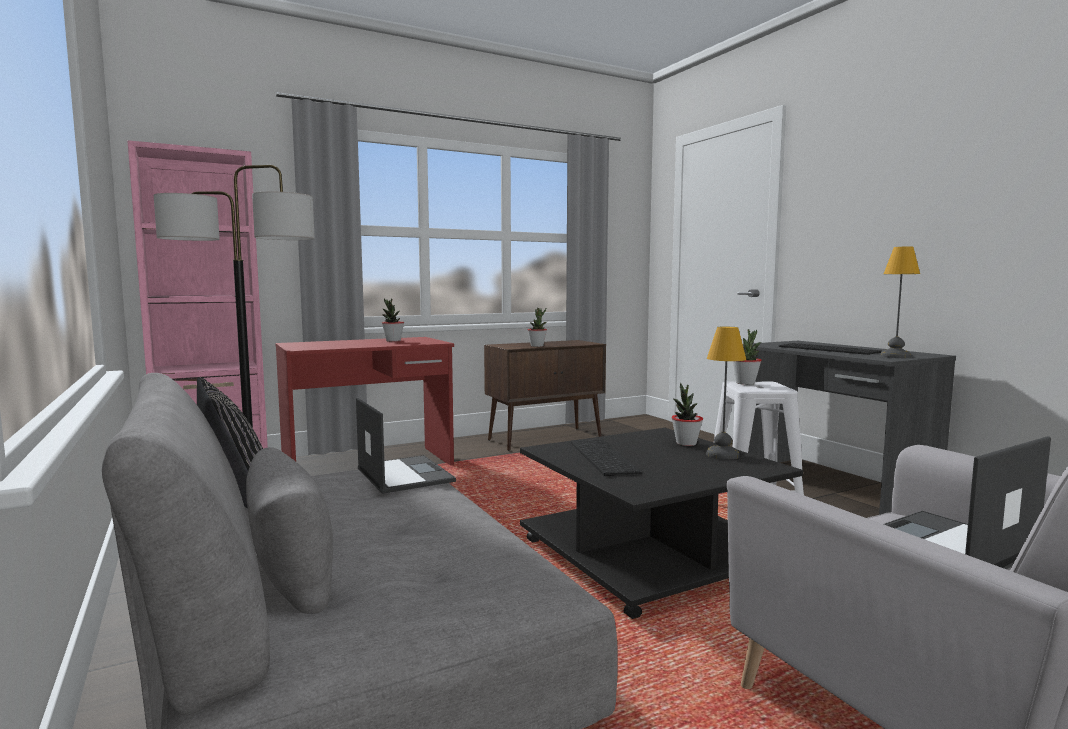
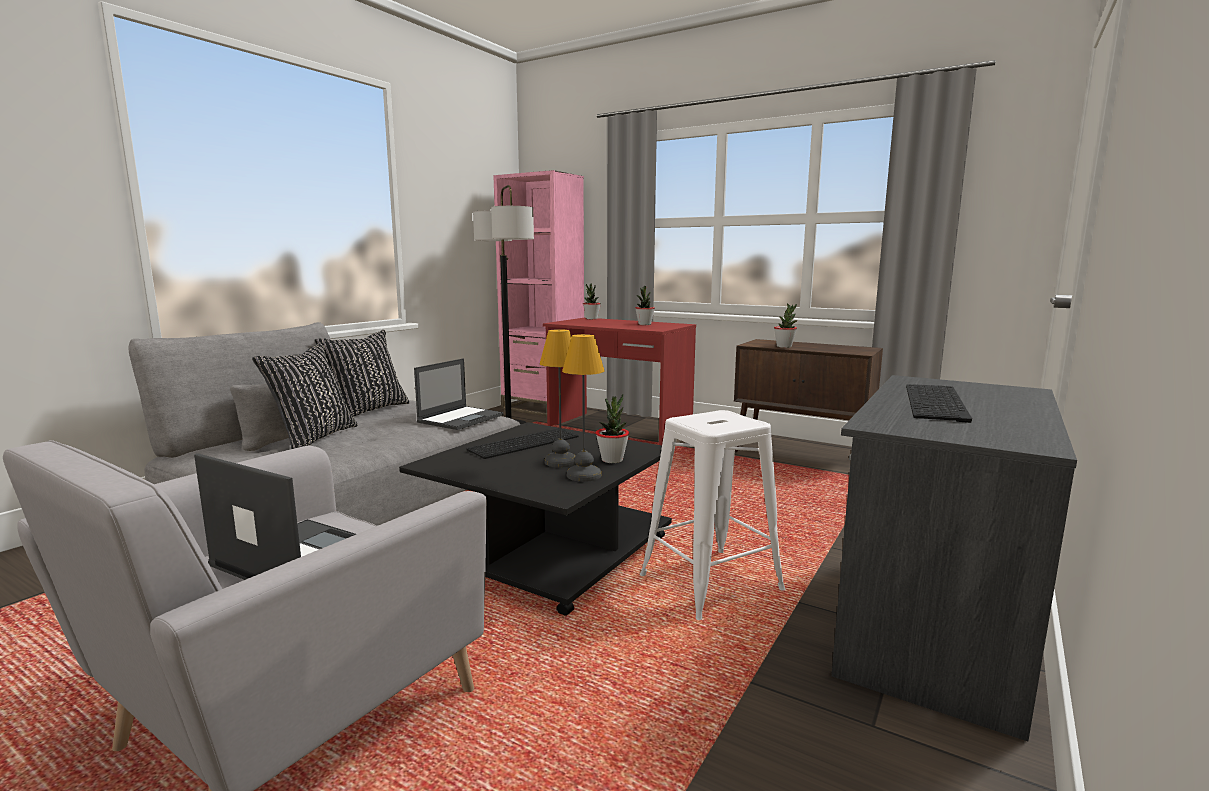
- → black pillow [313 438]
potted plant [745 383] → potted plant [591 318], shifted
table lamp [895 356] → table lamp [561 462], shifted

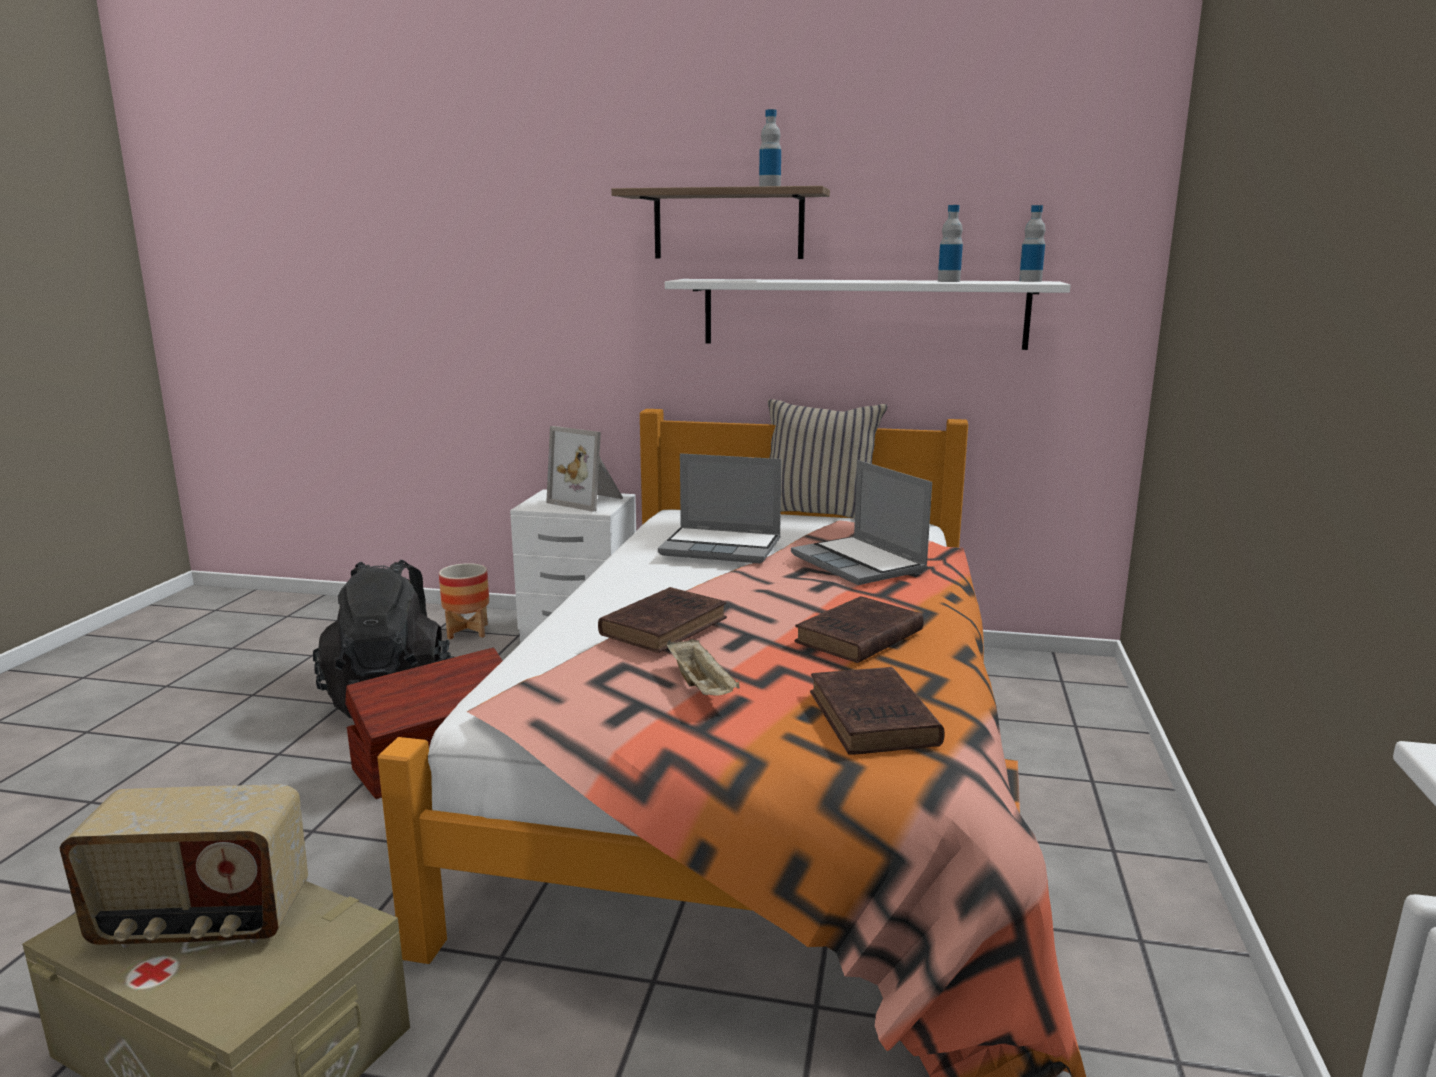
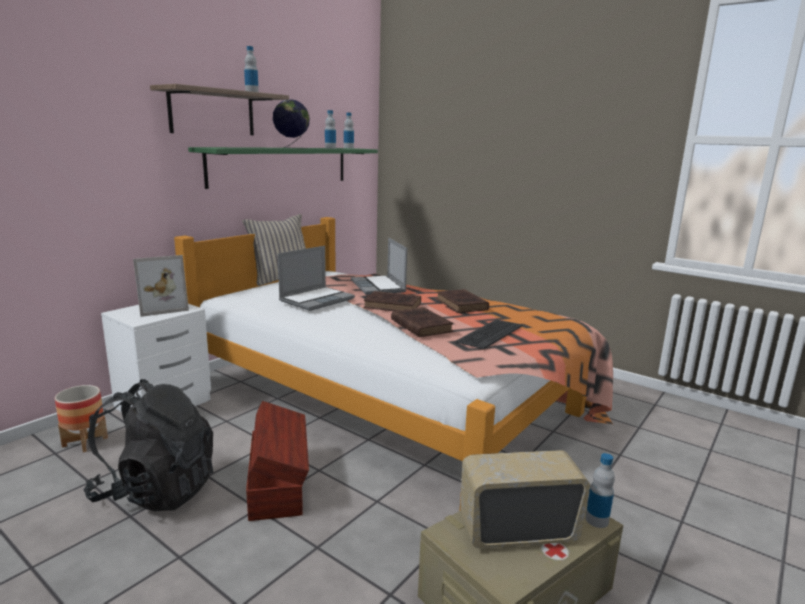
- → globe [292 148]
- → bottle [597 520]
brown book [874 720] → brown book [394 306], shifted
beige tray [702 688] → keyboard [489 334]
white shelf [862 313] → green shelf [281 166]
radio [202 923] → radio [517 531], 120 degrees counterclockwise
laptop [860 563] → laptop [379 287], 75 degrees clockwise

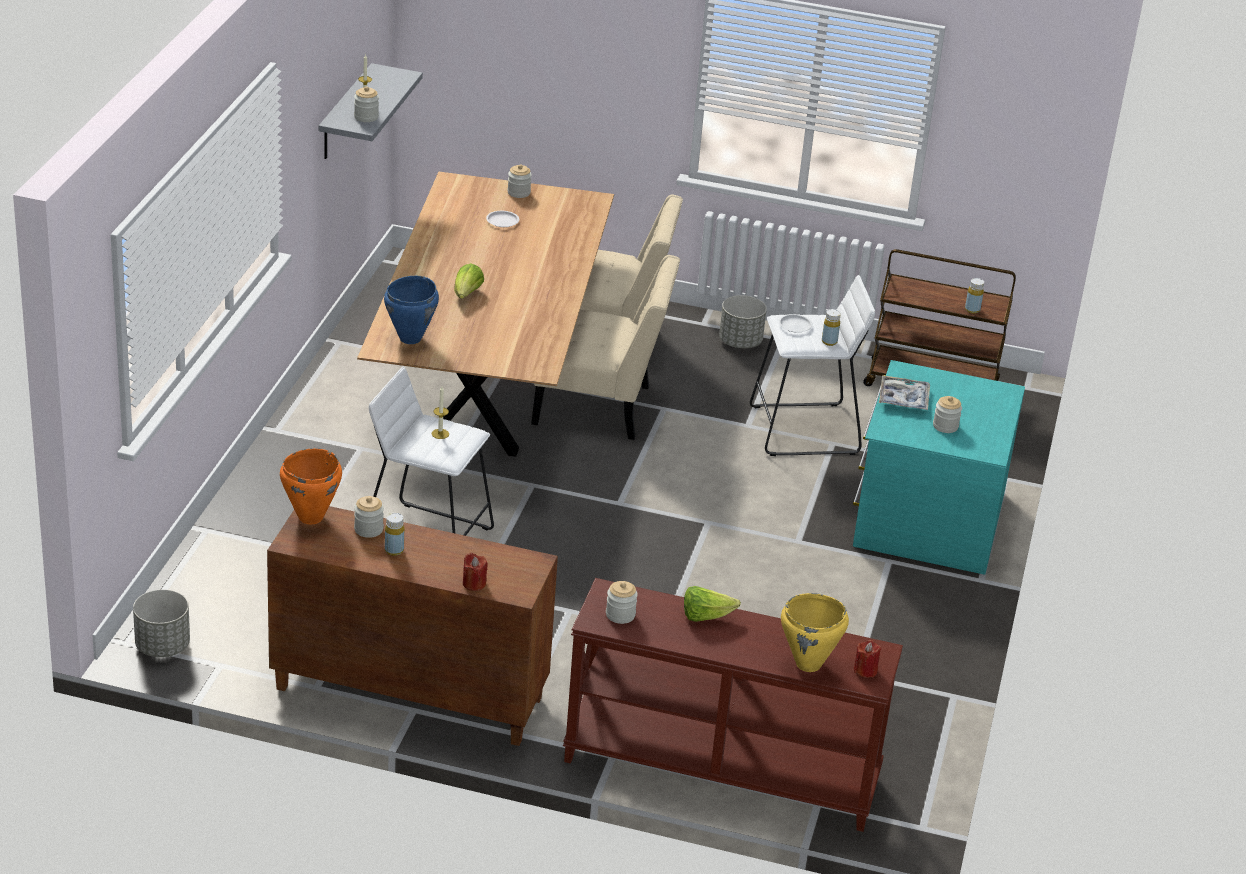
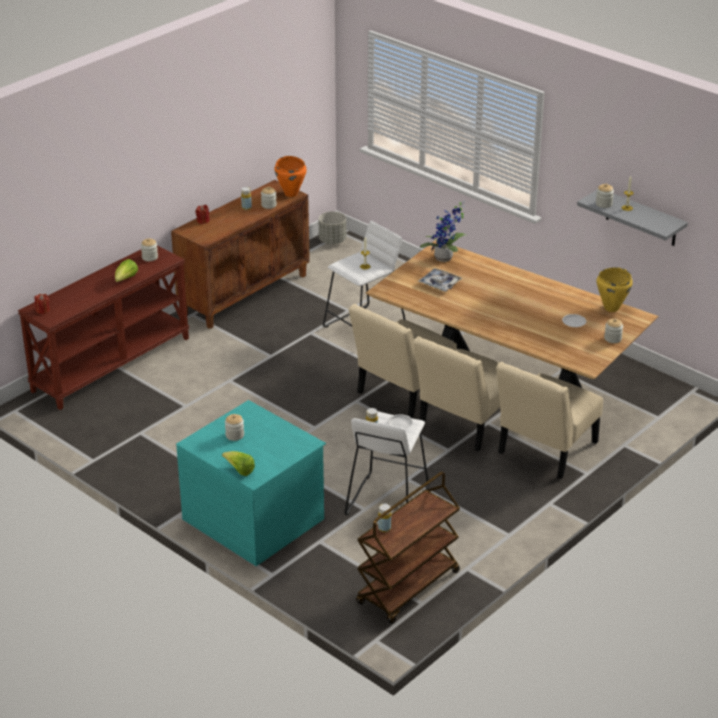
grey planter [740 342] → -
- → beige chair [401 392]
lettuce [467 294] → lettuce [239 470], shifted
yellow cooking pot [808 664] → yellow cooking pot [611 308], shifted
tray [903 399] → tray [439 284], shifted
blue cooking pot [411 338] → potted plant [445 259]

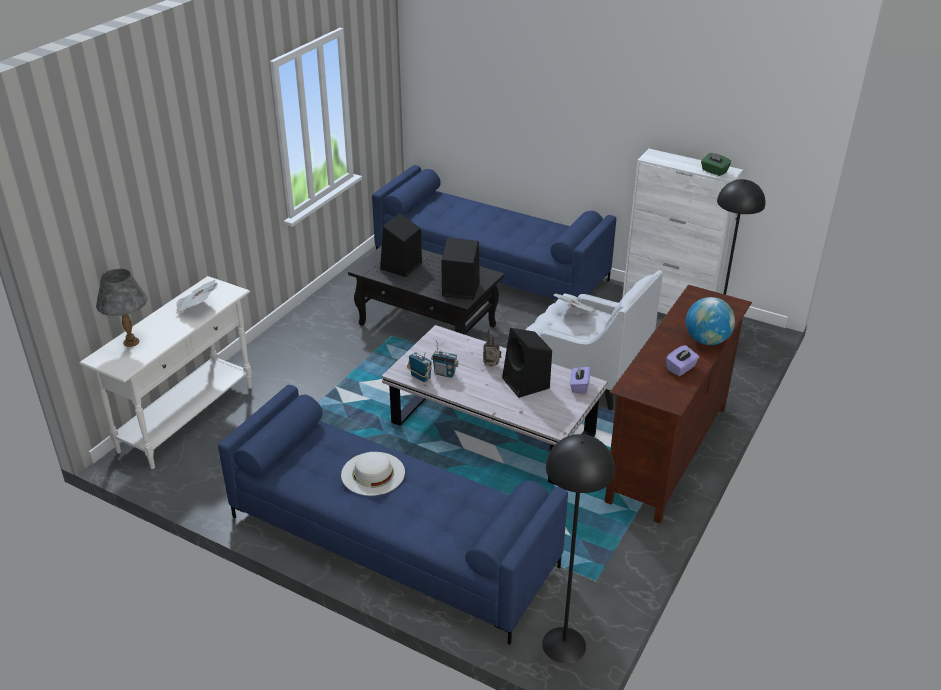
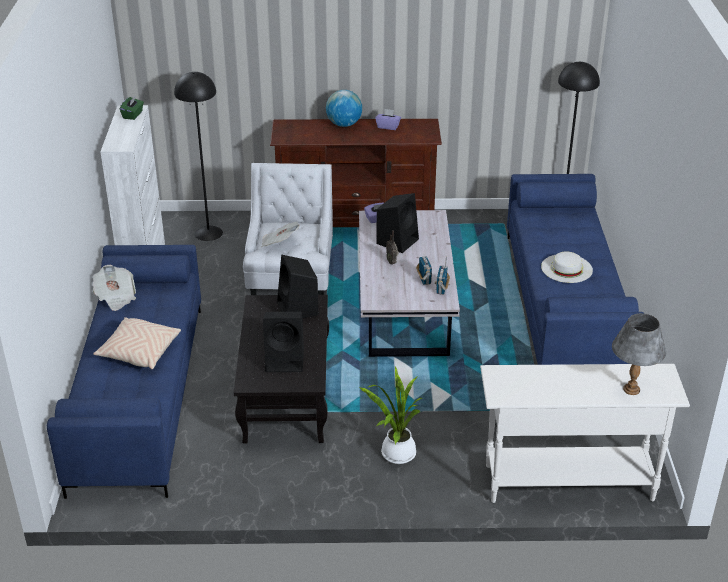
- → beige pillow [139 352]
- → potted plant [395 454]
newspaper [197 307] → newspaper [116 297], shifted

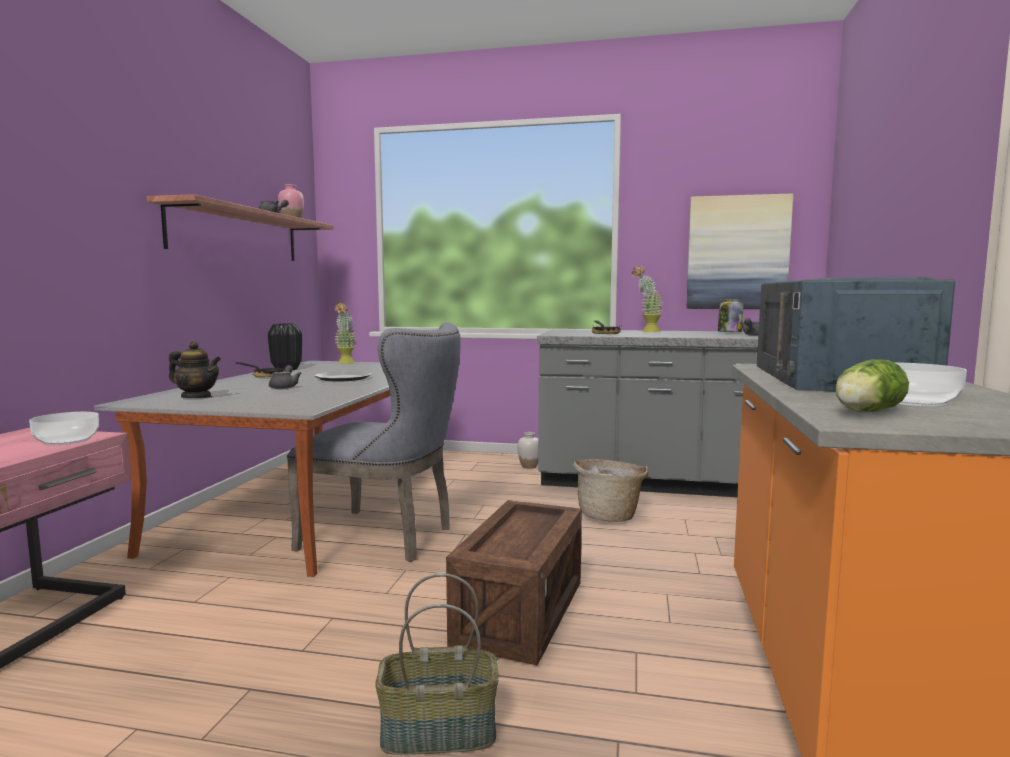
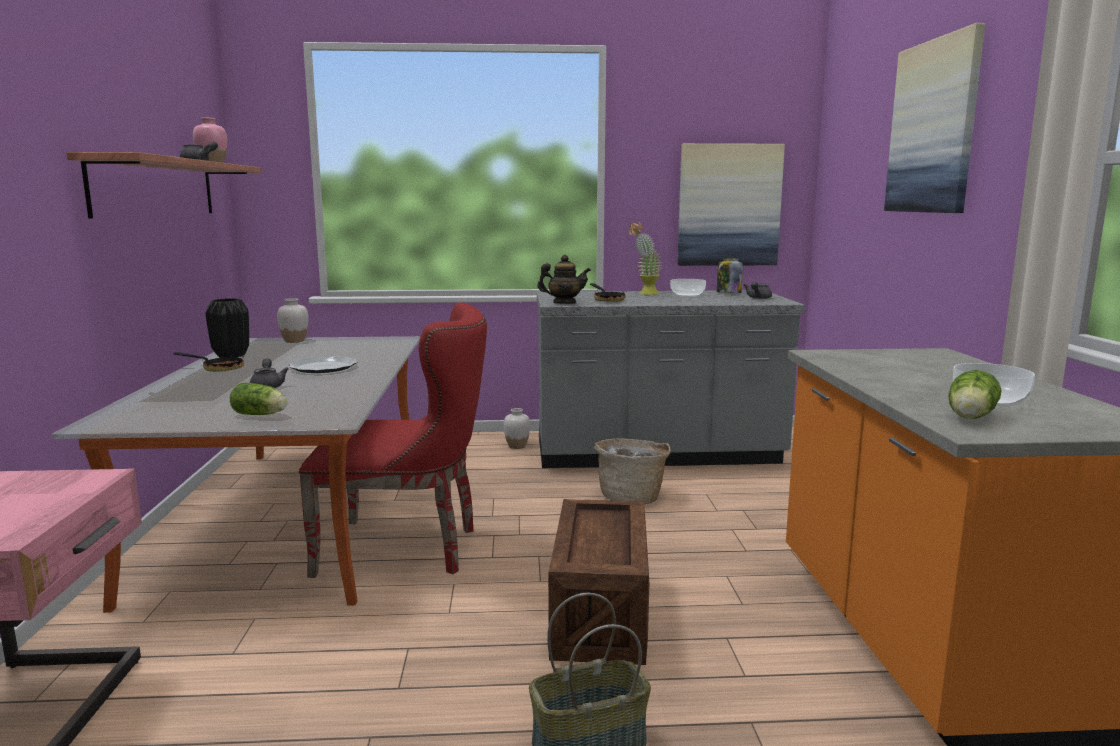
blue microwave [836 378] → -
- → lettuce [261 415]
- → picture [933 127]
bowl [67 440] → bowl [687 295], shifted
teapot [197 397] → teapot [564 303], shifted
potted plant [345 363] → white vase [294 341]
grey chair [387 537] → red chair [409 548]

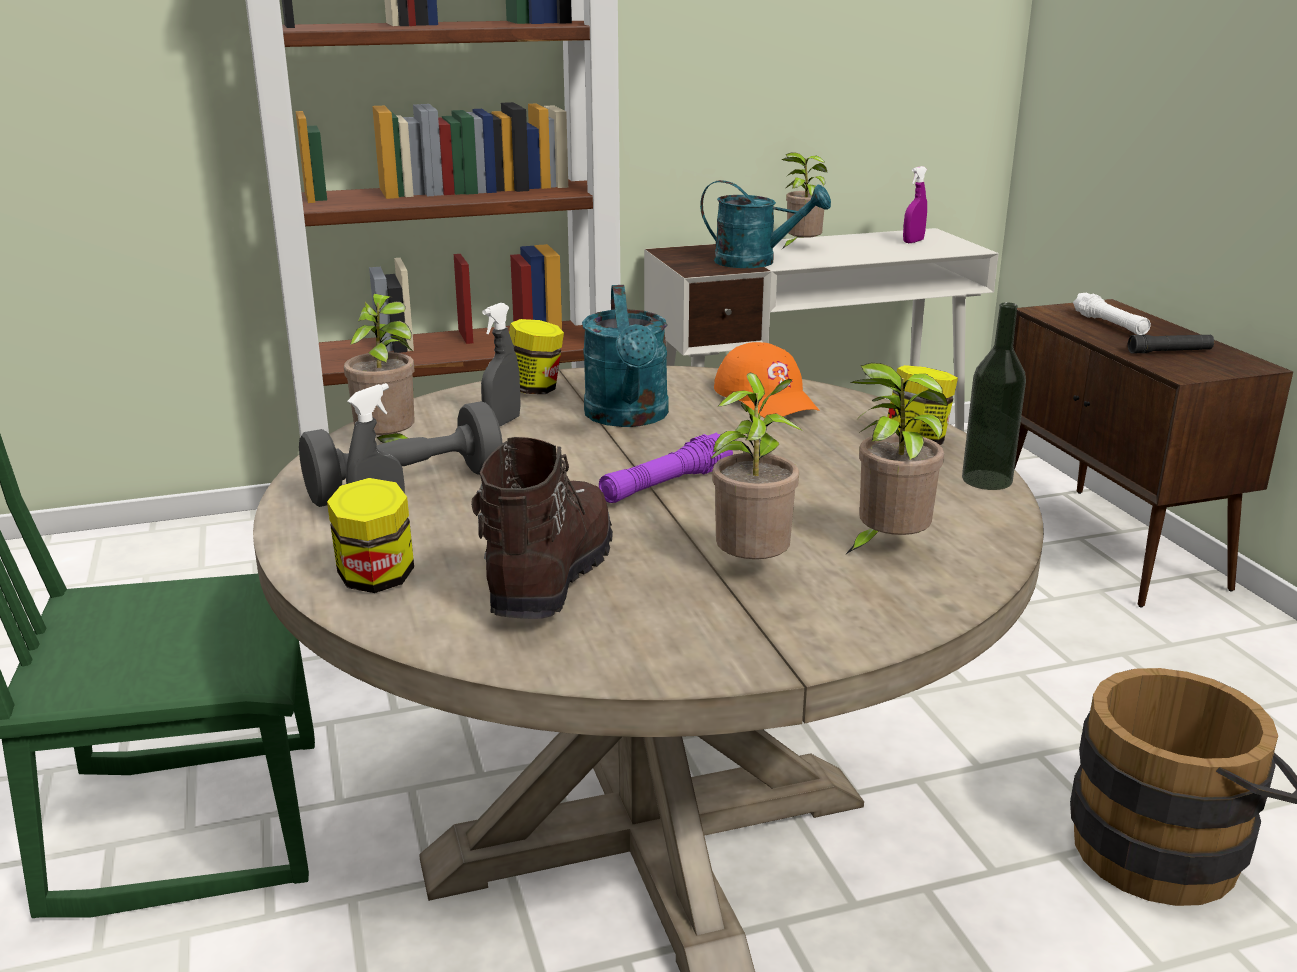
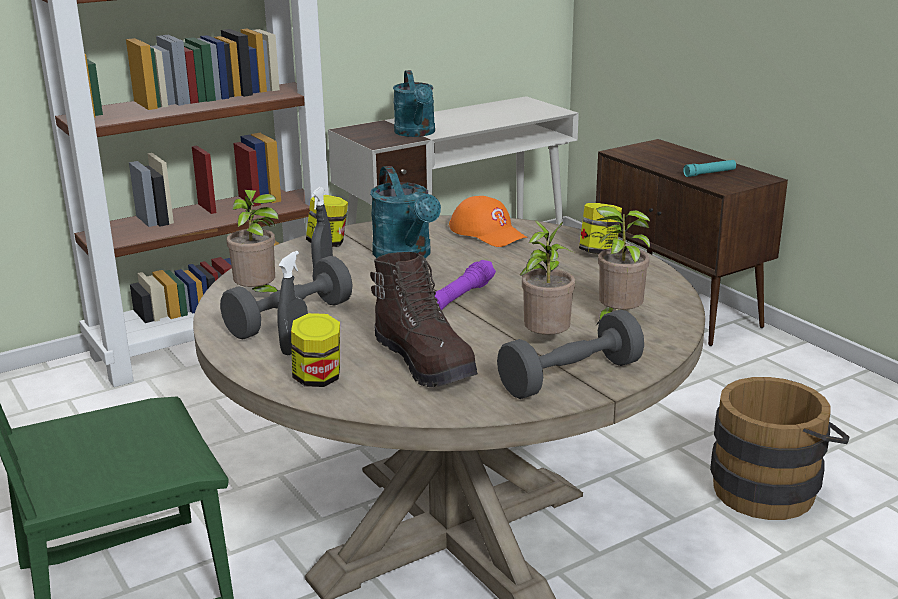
potted plant [801 248] → -
purple spray bottle [913 241] → -
bottle [986 480] → -
white flashlight [1110 324] → -
- → grey dumbbell [570 378]
black flashlight [1170 352] → turquoise flashlight [709 173]
brown boot [548 576] → brown boot [425 362], 150 degrees clockwise
turquoise watering can [756 262] → turquoise watering can [416 133], 75 degrees clockwise

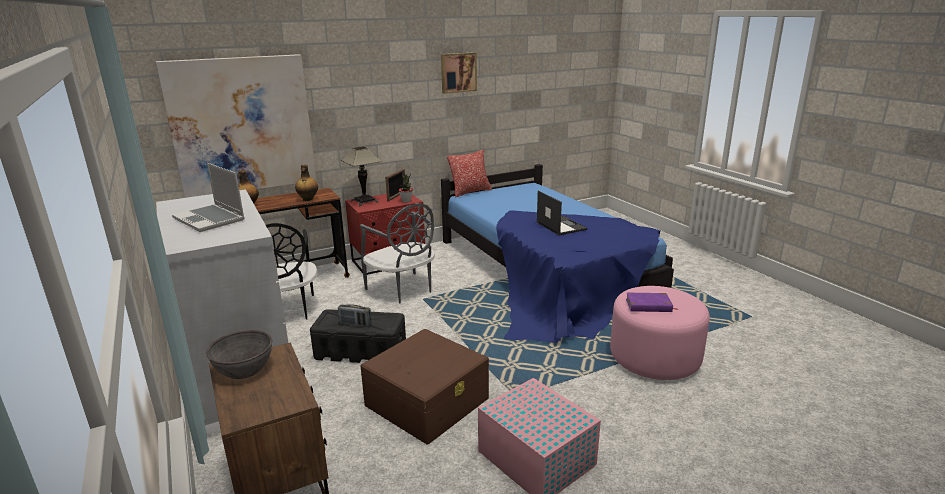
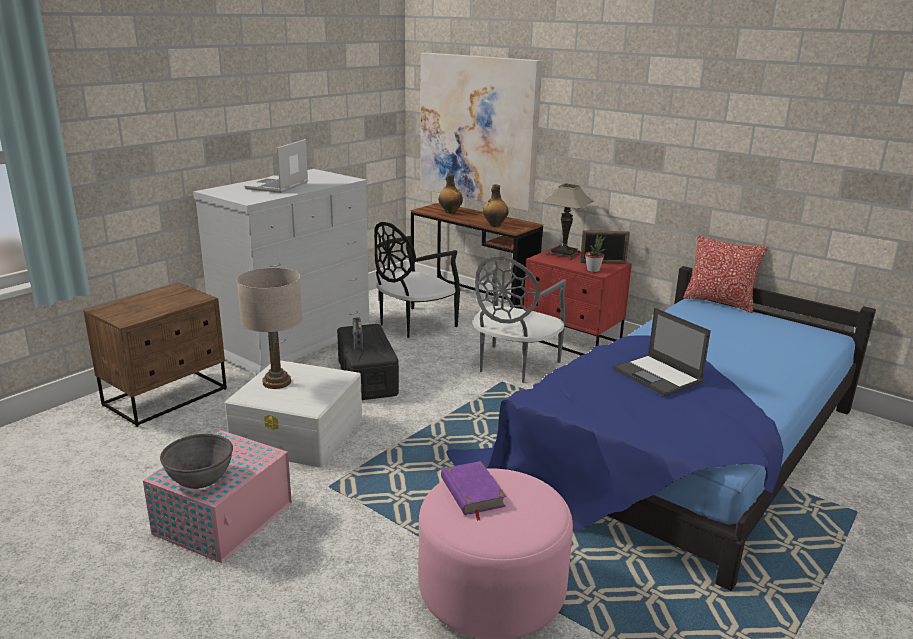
picture [458 72] → -
- → beige table lamp [277 382]
grey bowl [244 369] → grey bowl [200 478], shifted
brown storage box [428 401] → white storage box [299 433]
laptop [560 226] → laptop [658 376], 105 degrees clockwise

